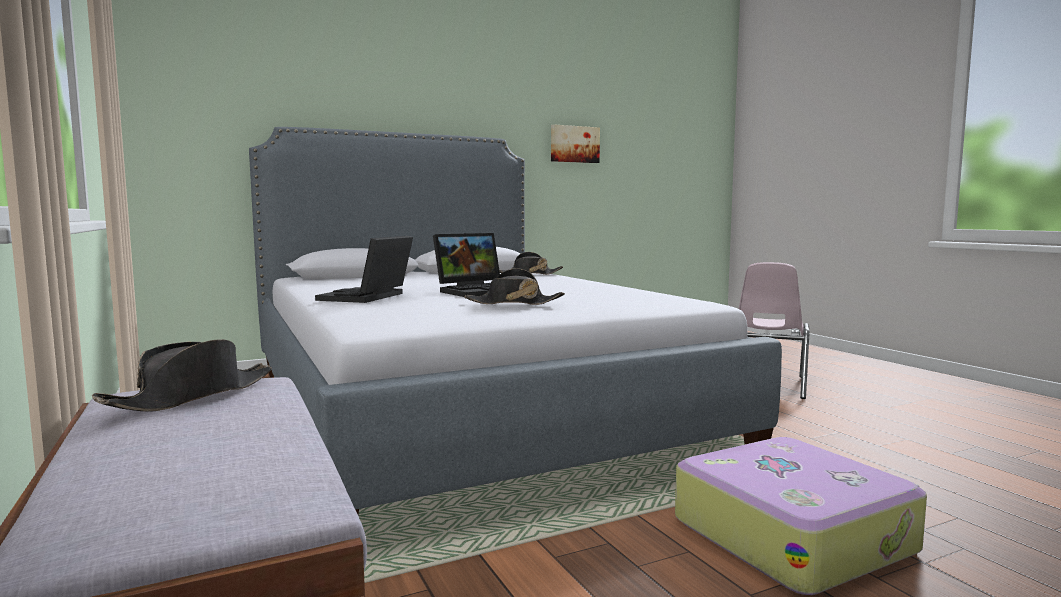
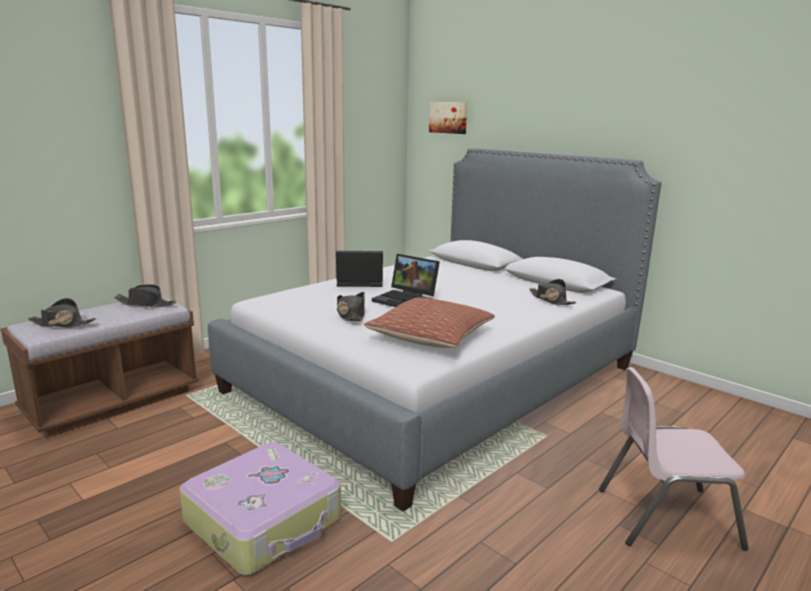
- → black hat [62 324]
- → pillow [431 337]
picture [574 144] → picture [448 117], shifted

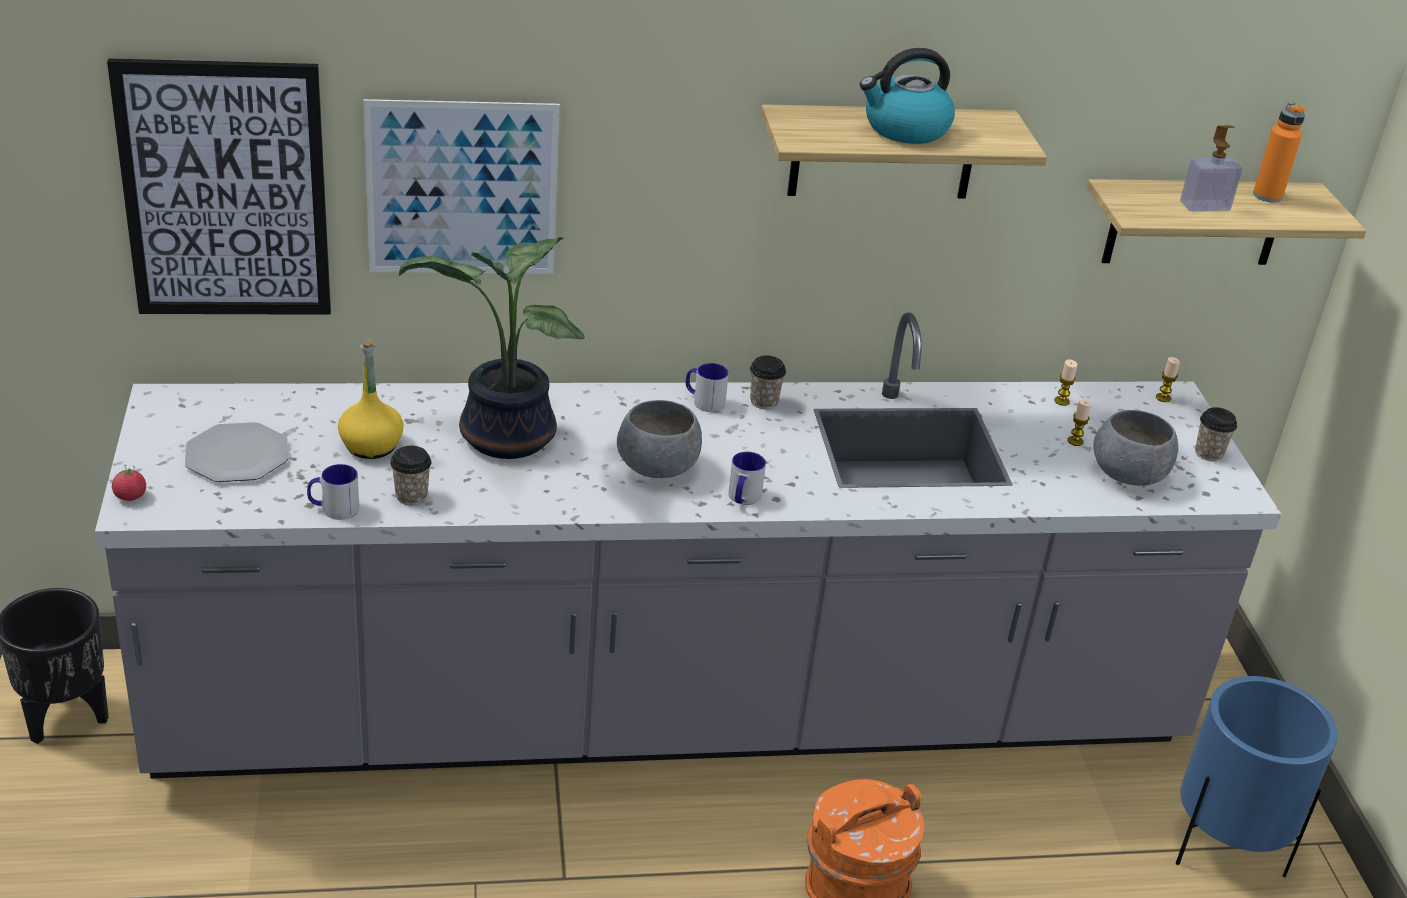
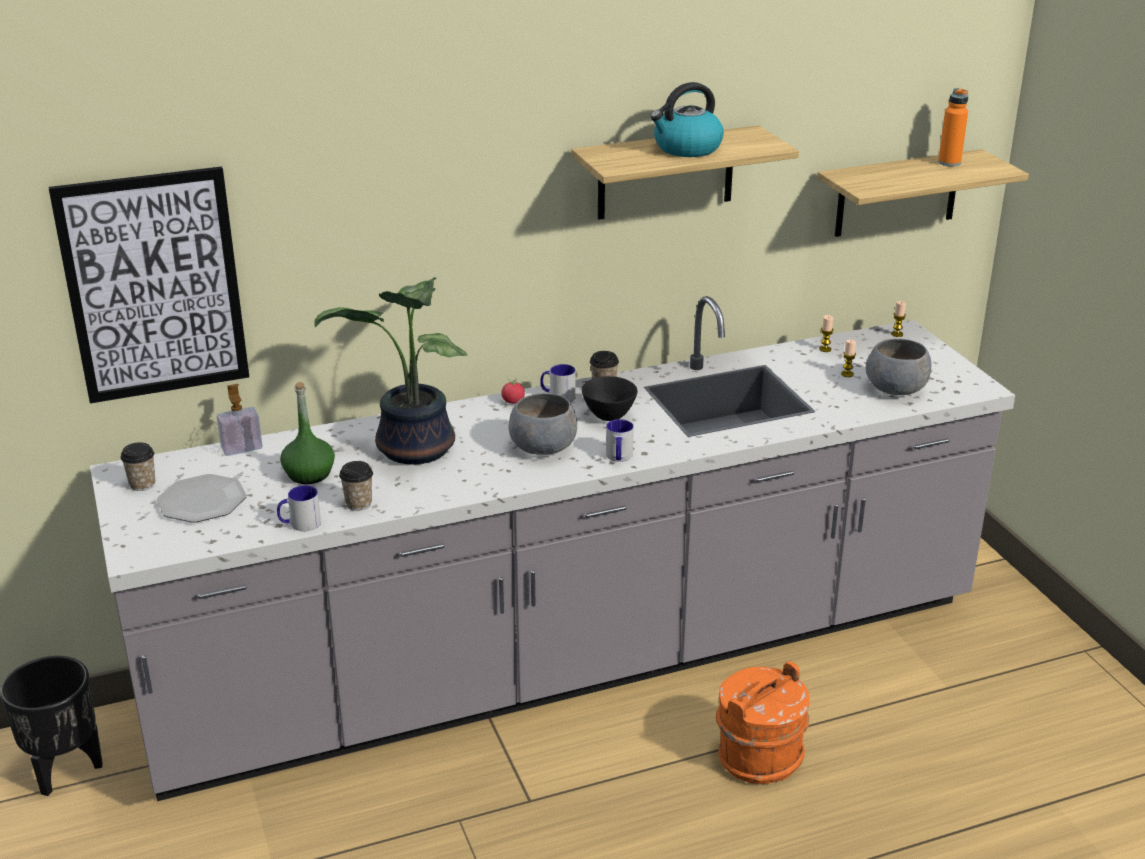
picture [462 189] → -
blue planter [1226 847] → -
- → black bowl [609 417]
tomato [130 496] → tomato [513 401], shifted
soap dispenser [1204 206] → soap dispenser [242 448], shifted
cup [1208 453] → cup [142 484], shifted
yellow bottle [371 445] → green bottle [309 474]

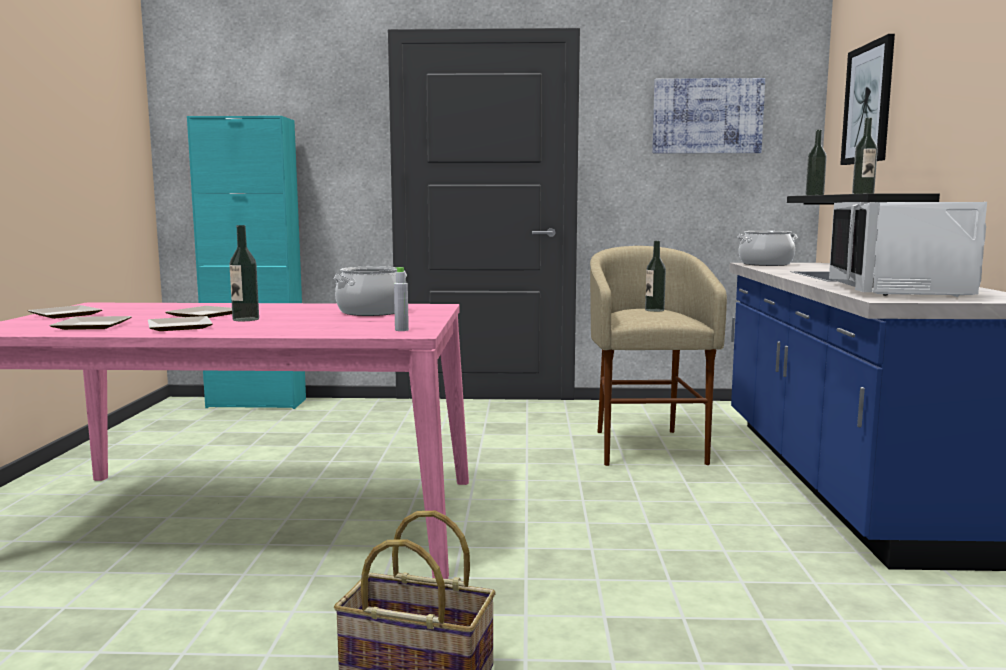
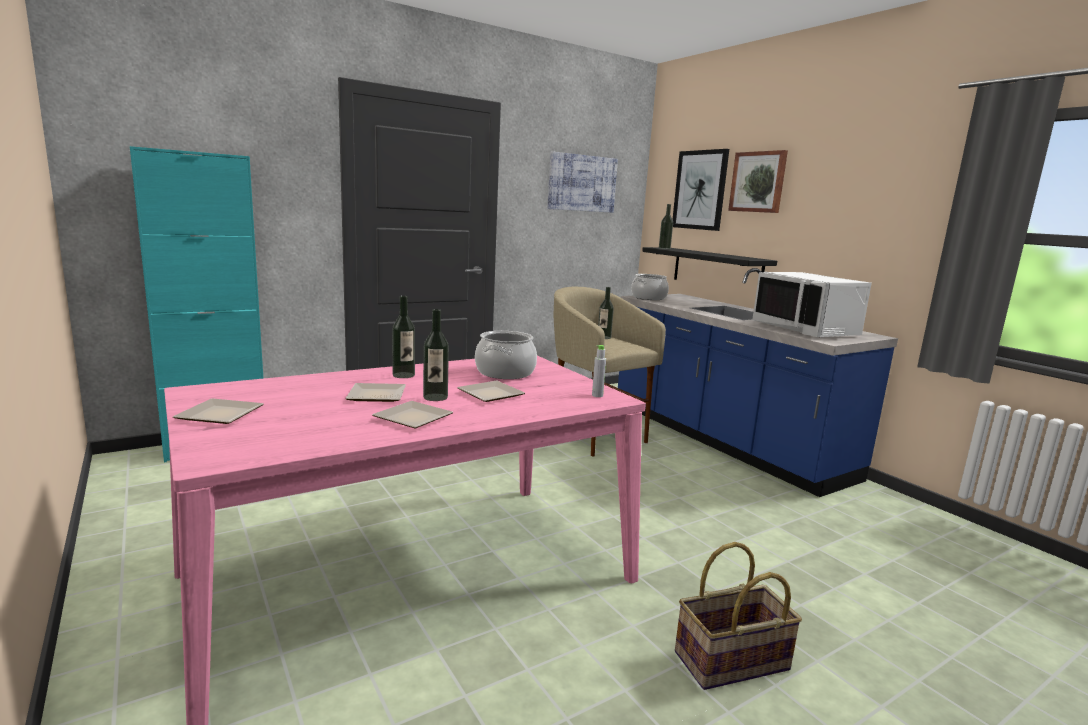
- → picture [758 182]
plate [89 326] → plate [490 395], shifted
bottle [863 193] → bottle [403 375], shifted

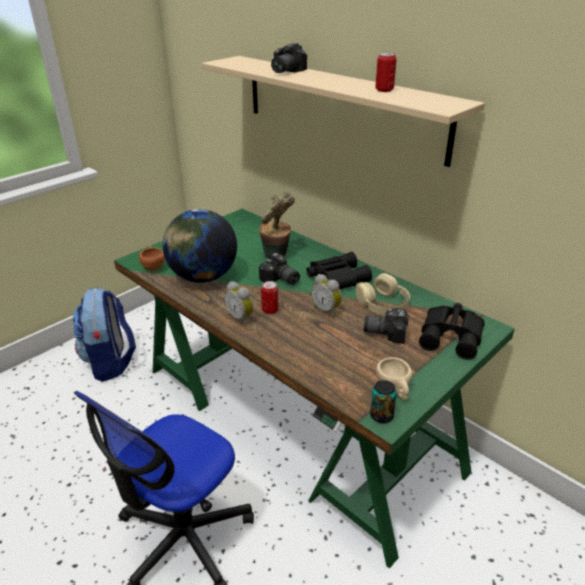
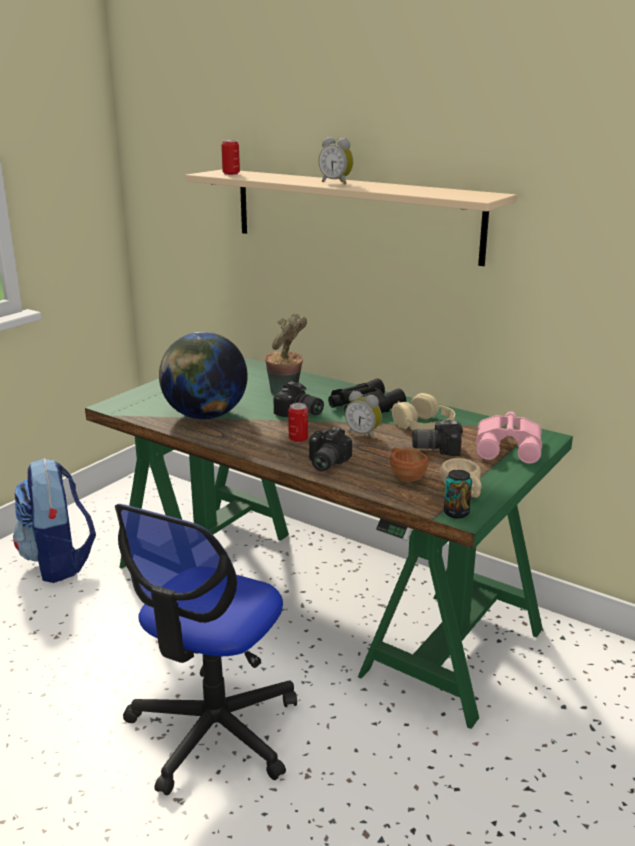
brown cup [153 266] → brown cup [405 476], shifted
alarm clock [241 318] → alarm clock [336 183], shifted
photo camera [284 71] → photo camera [324 463], shifted
can [384 90] → can [231 174], shifted
black binoculars [452 336] → pink binoculars [510 446]

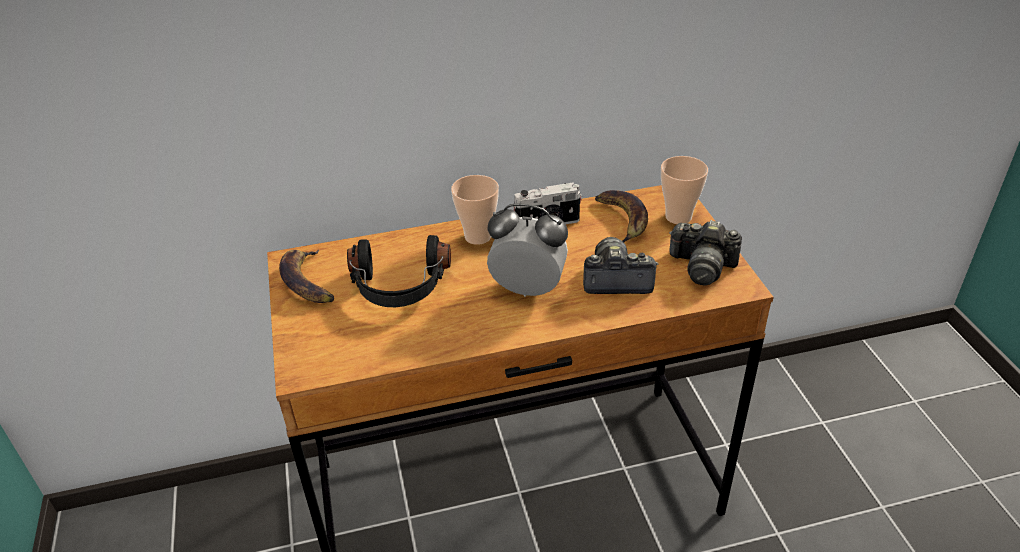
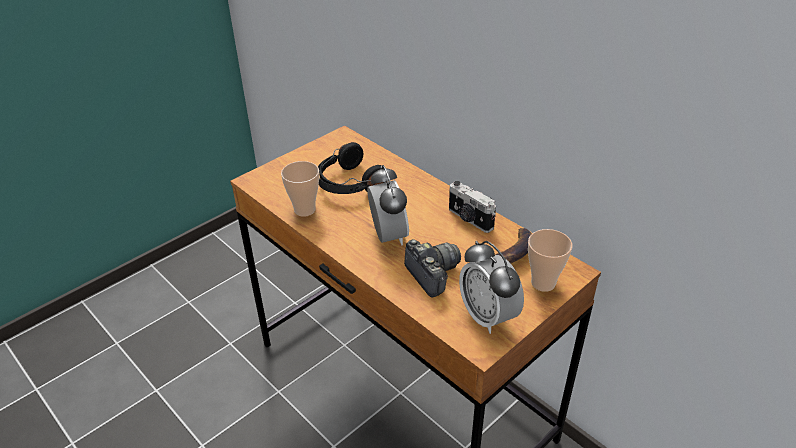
banana [307 281] → -
cup [478 237] → cup [304 210], shifted
photo camera [702 266] → alarm clock [488 316]

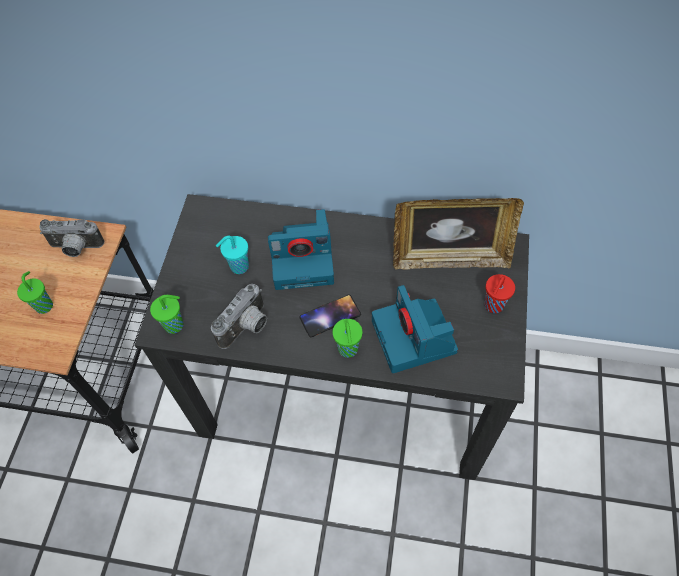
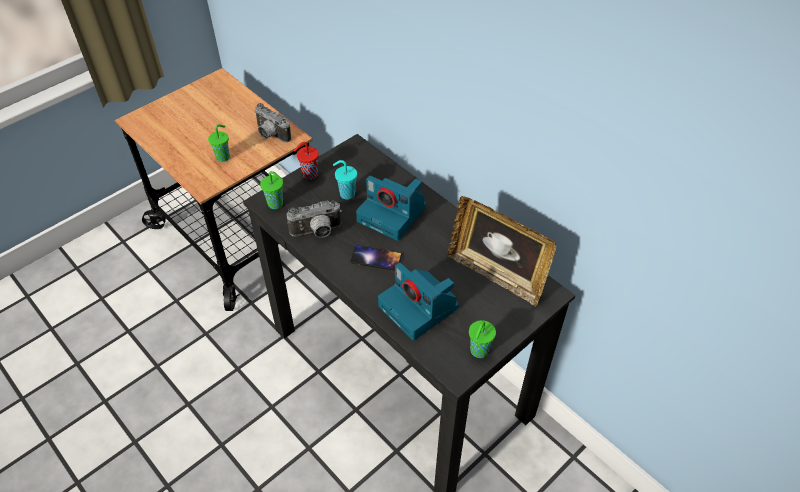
green cup [348 350] → green cup [478 351], shifted
red cup [493 306] → red cup [309 175], shifted
photo camera [415 338] → photo camera [420 308], 60 degrees counterclockwise

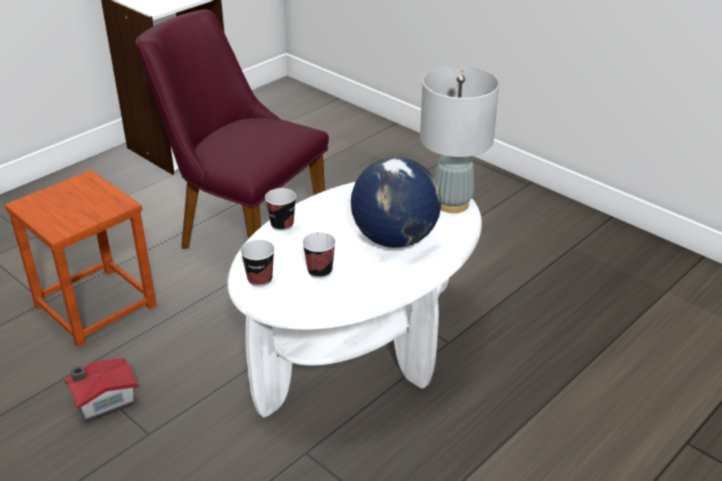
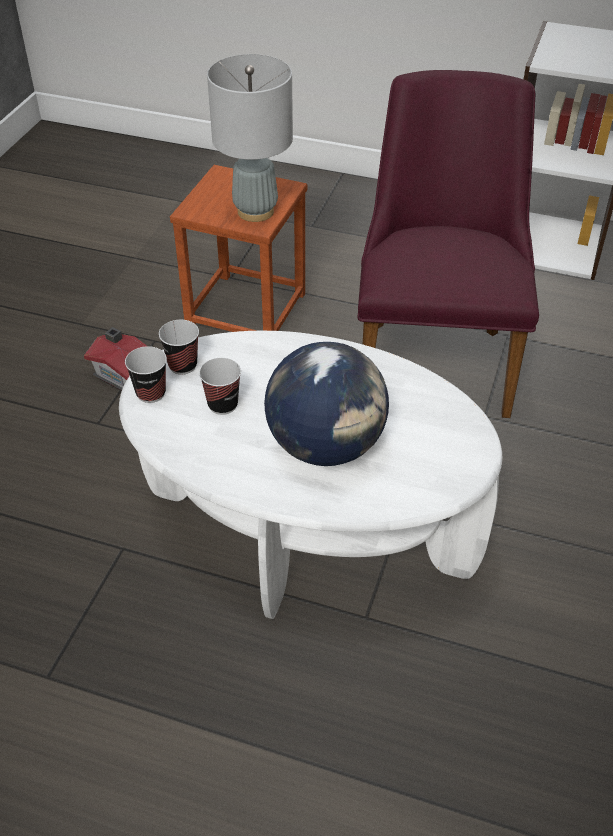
cup [282 225] → cup [151 393], shifted
grey table lamp [452 203] → grey table lamp [256 211], shifted

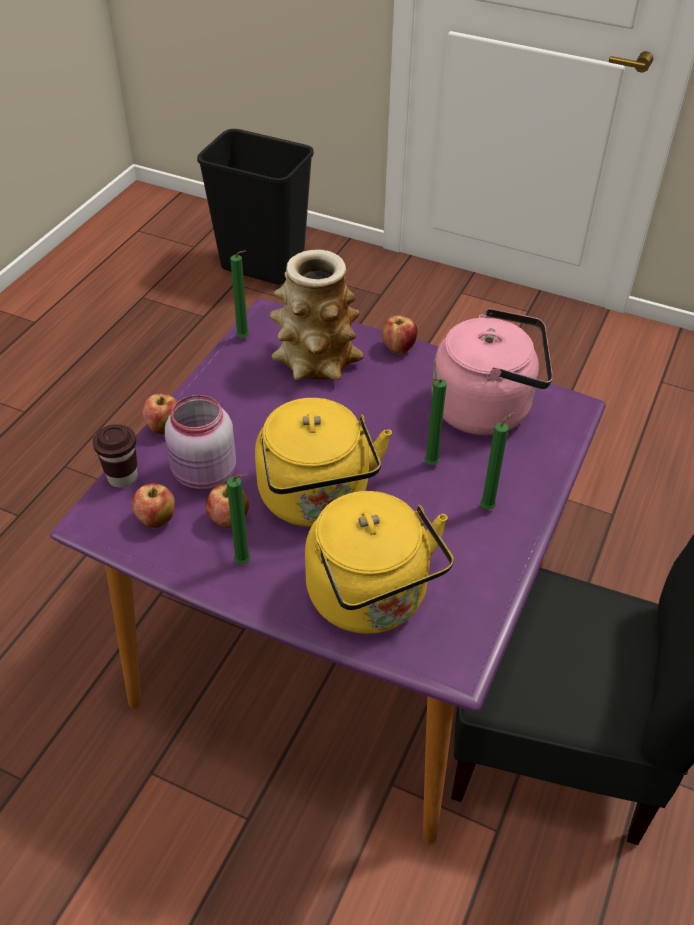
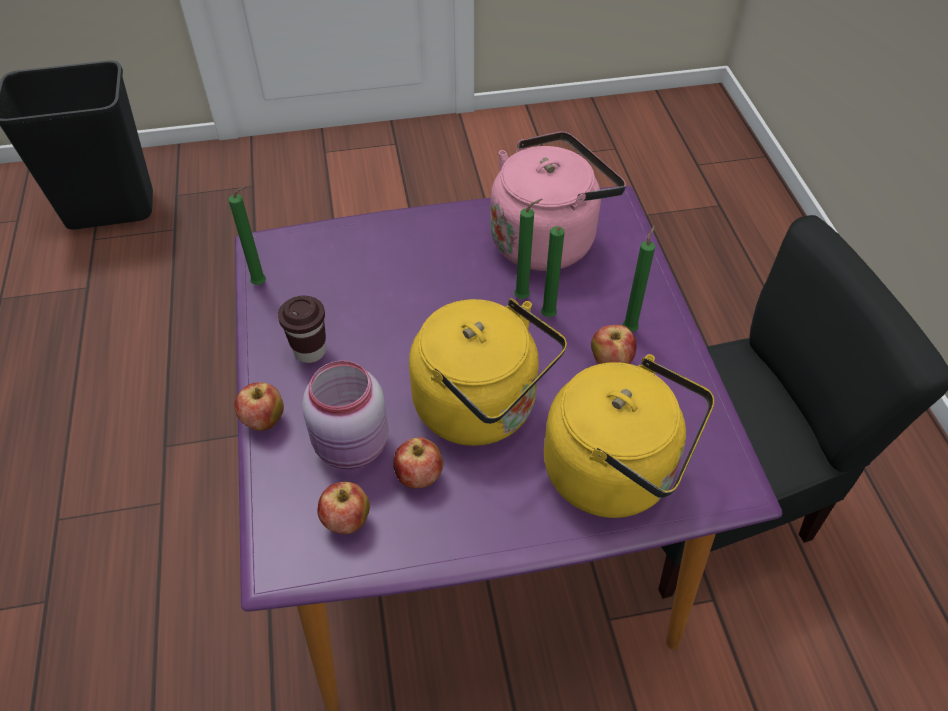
vase [316 361] → -
brown cup [122 477] → brown cup [310 351], shifted
green candle [245 563] → green candle [524 297], shifted
apple [398 348] → apple [610 361], shifted

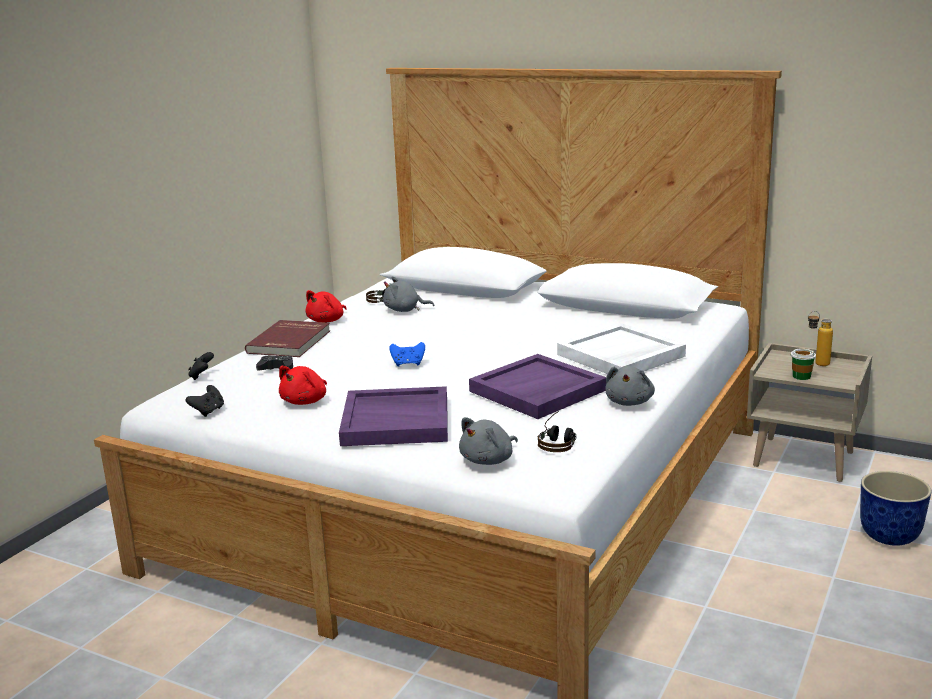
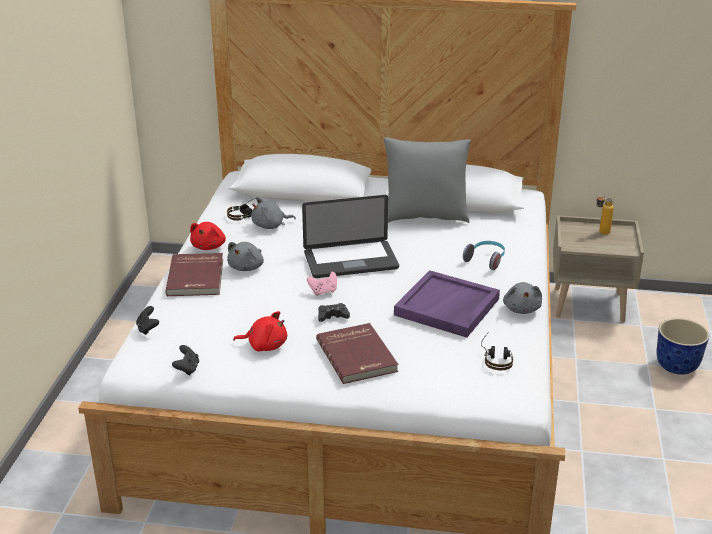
cup [801 376] → -
- → laptop [351 261]
- → grey pillow [425 217]
black game controller [276 368] → black game controller [332 316], shifted
grey plush toy [489 460] → grey plush toy [247 267], shifted
purple tray [397 421] → red book [358 356]
white tray [620 356] → headphones [486 260]
blue game controller [408 364] → pink game controller [323 291]
red plush toy [305 401] → red plush toy [265 345], 90 degrees counterclockwise

